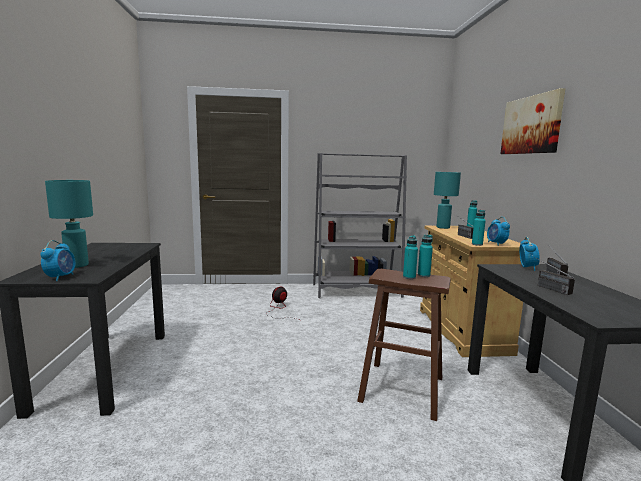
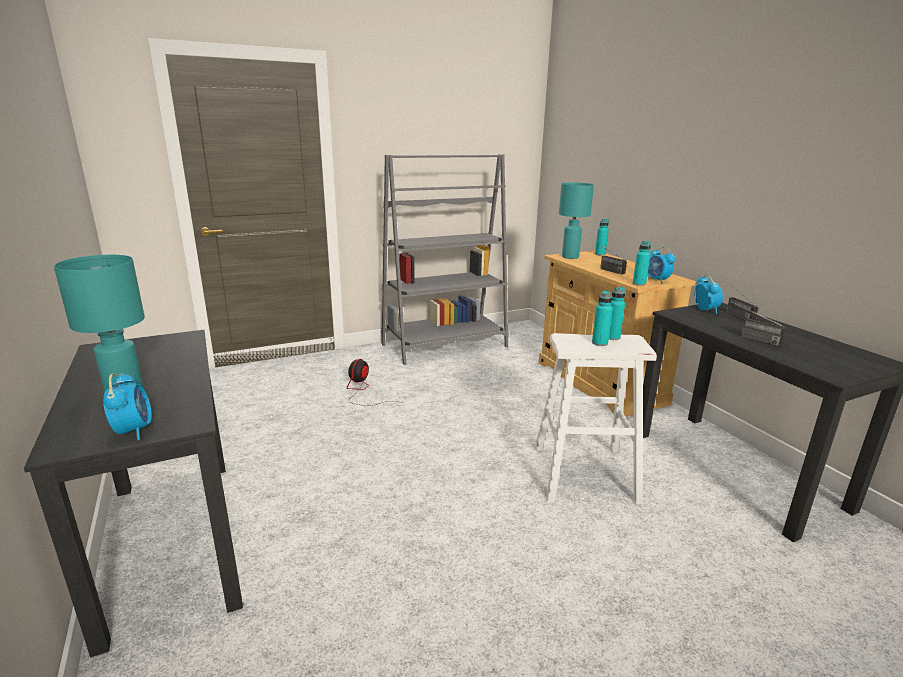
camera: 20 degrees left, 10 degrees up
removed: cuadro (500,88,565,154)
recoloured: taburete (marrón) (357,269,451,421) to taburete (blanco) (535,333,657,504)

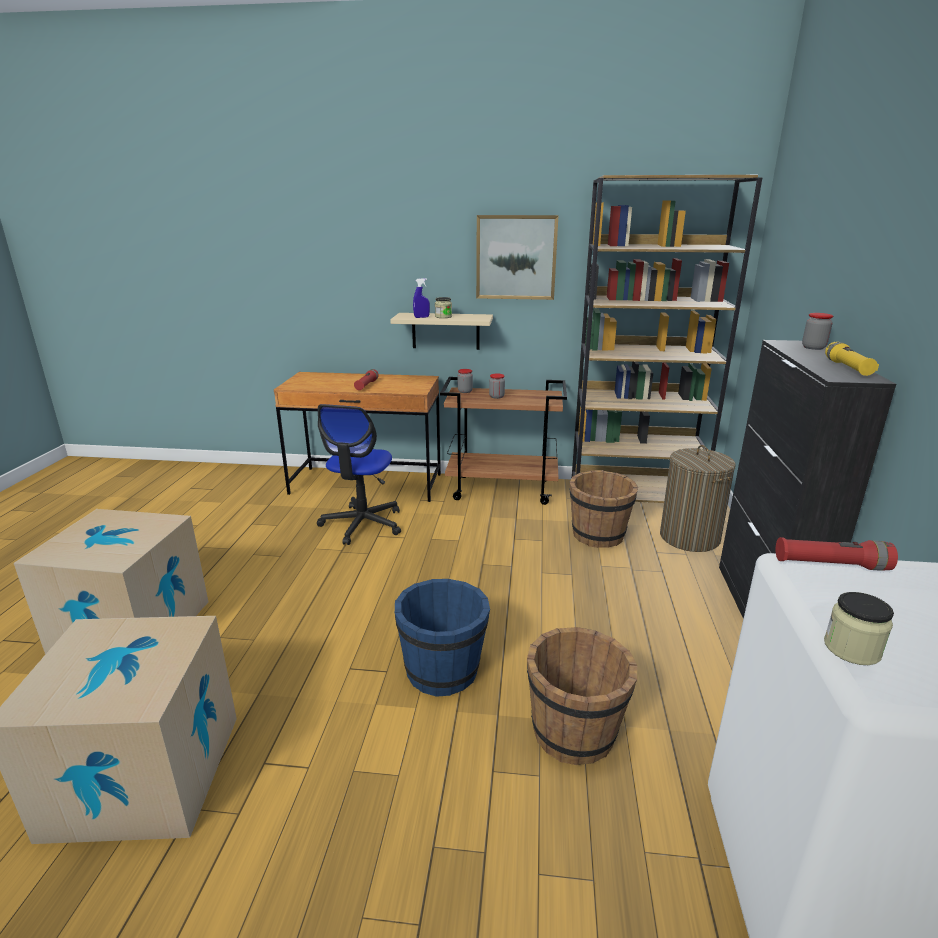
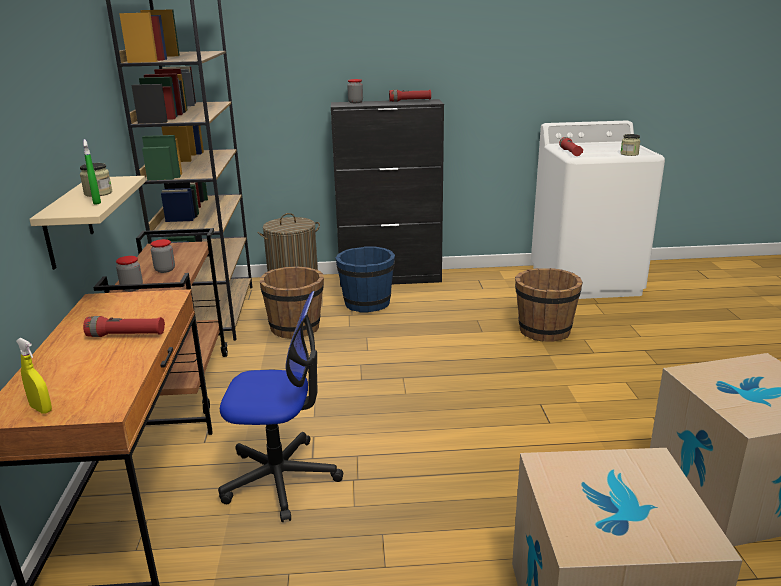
camera: 100 degrees left, 0 degrees up
removed: cuadro (476,215,558,300)
added: pulverizador (amarillo) (16,338,52,414)
moved: cubo (azul) (395,579,490,697) to (336,247,395,312)
recoloured: pulverizador (azul) (413,278,430,318) to pulverizador (verde) (83,139,101,205); linterna (amarillo) (825,342,879,376) to linterna (rojo) (389,90,431,102)

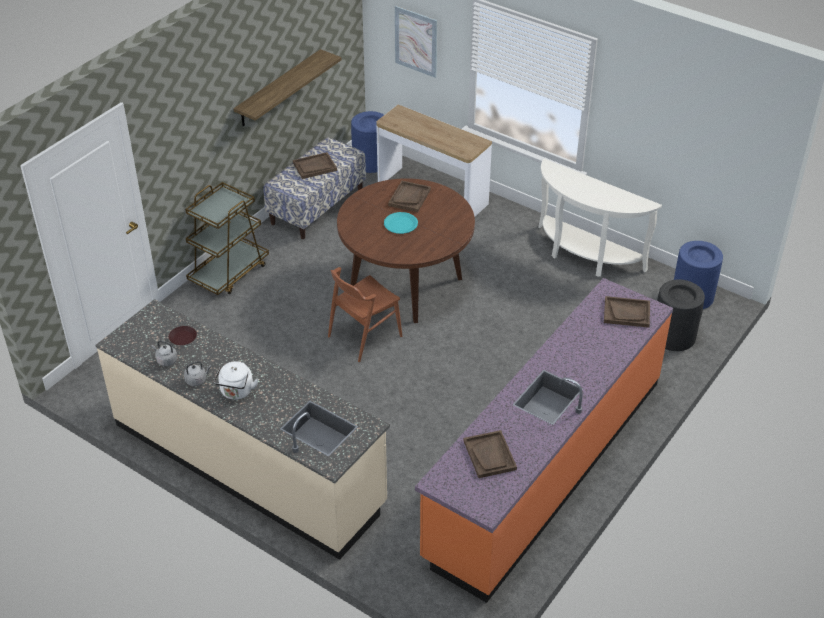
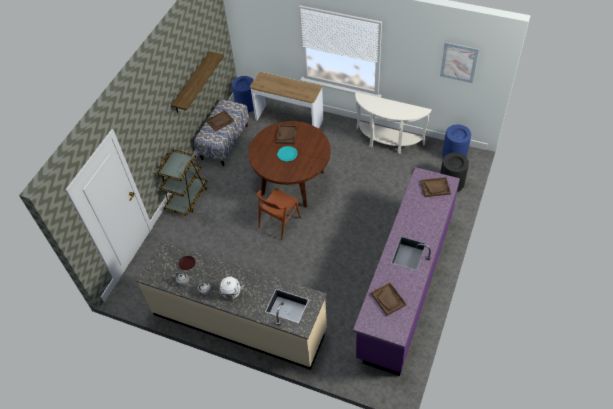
camera: 10 degrees left, 10 degrees up
moved: cuadro (395,6,438,78) to (440,42,479,83)
recoloured: mueble bajo de cocina (naranja) (415,278,673,603) to mueble bajo de cocina (morado) (353,167,460,376)

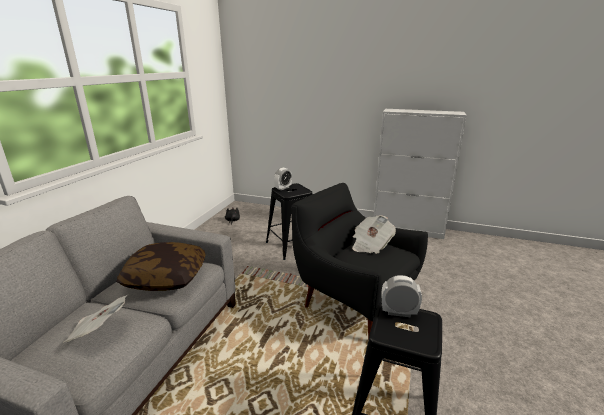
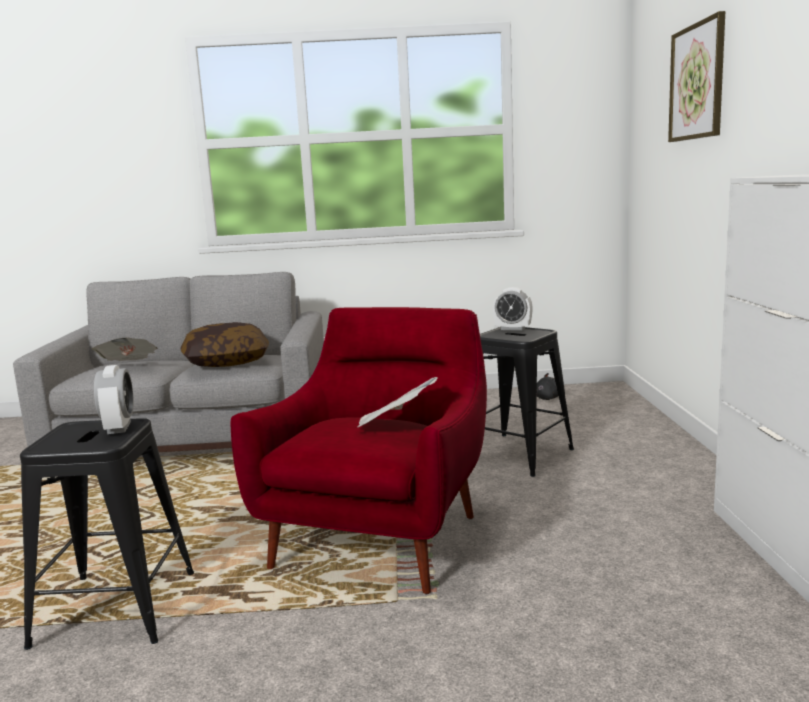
camera: 70 degrees right, 10 degrees down
added: cuadro (668,11,725,142)
recoloured: sillón (negro) (291,183,428,340) to sillón (rojo) (231,307,487,594)

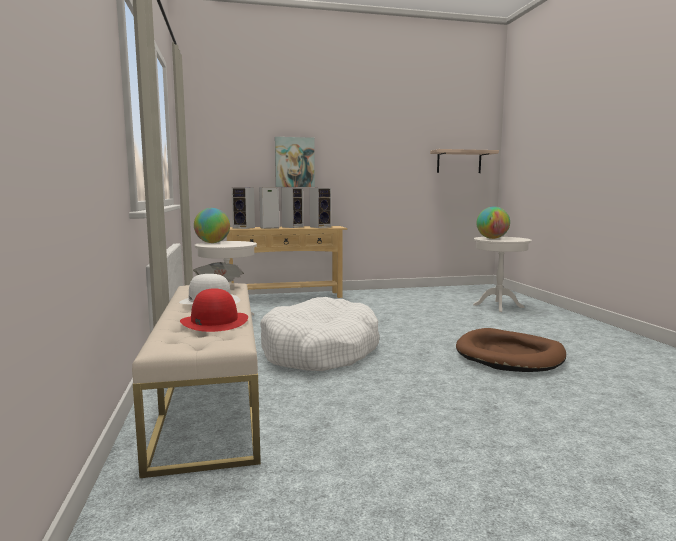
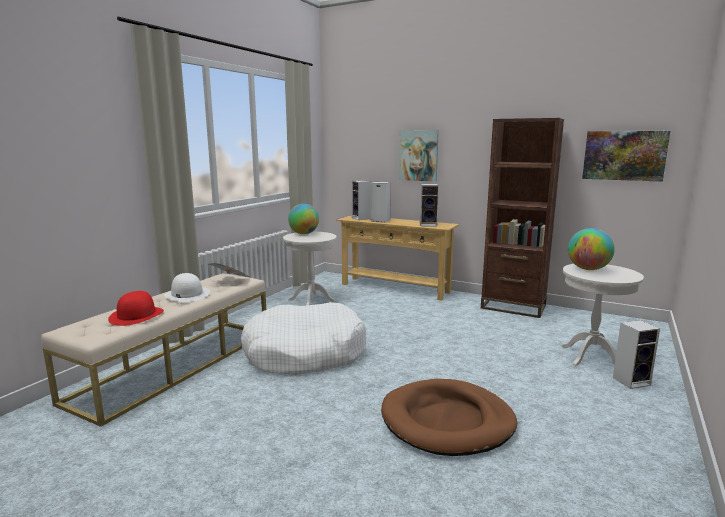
camera: 40 degrees right, 5 degrees up
added: estantería (marrón) (481,118,564,318)
moved: altavoz (281,188,303,228) to (613,320,660,389)
replaced: estante (430,149,499,173) to cuadro (582,131,670,182)

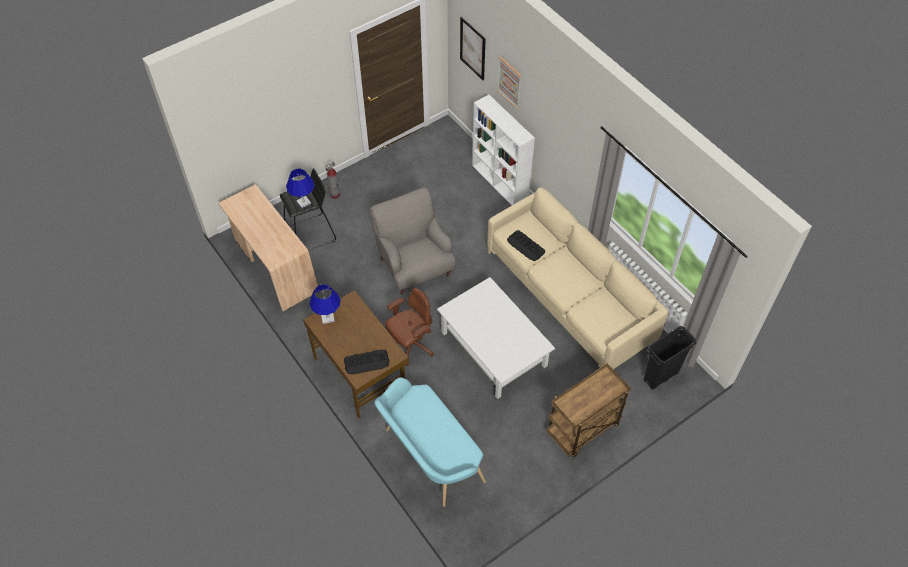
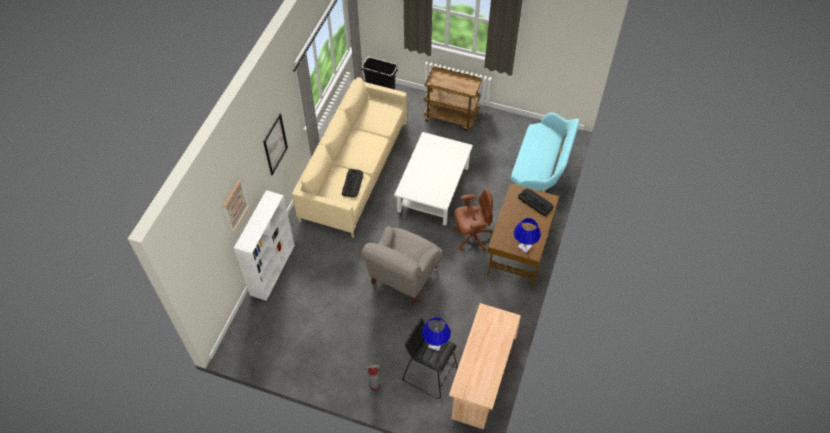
camera: 125 degrees left, 0 degrees up
moved: cuadro (460,17,486,80) to (263,113,288,175)
turned: silla de oficina (marrón) (385,288,434,366) = (452,189,493,251) 150 degrees clockwise

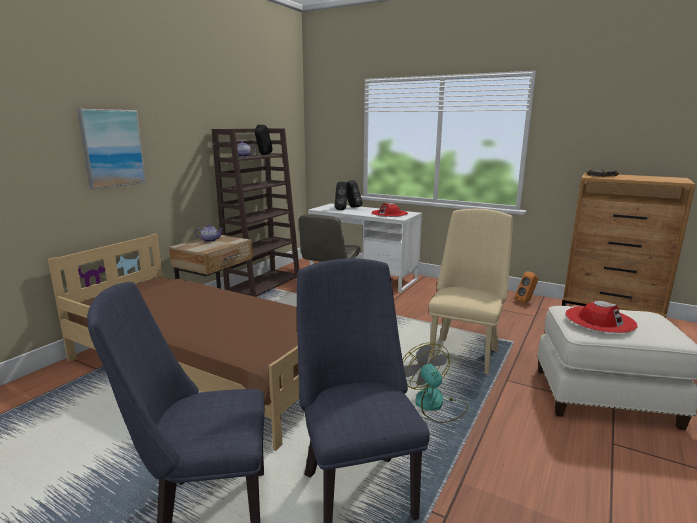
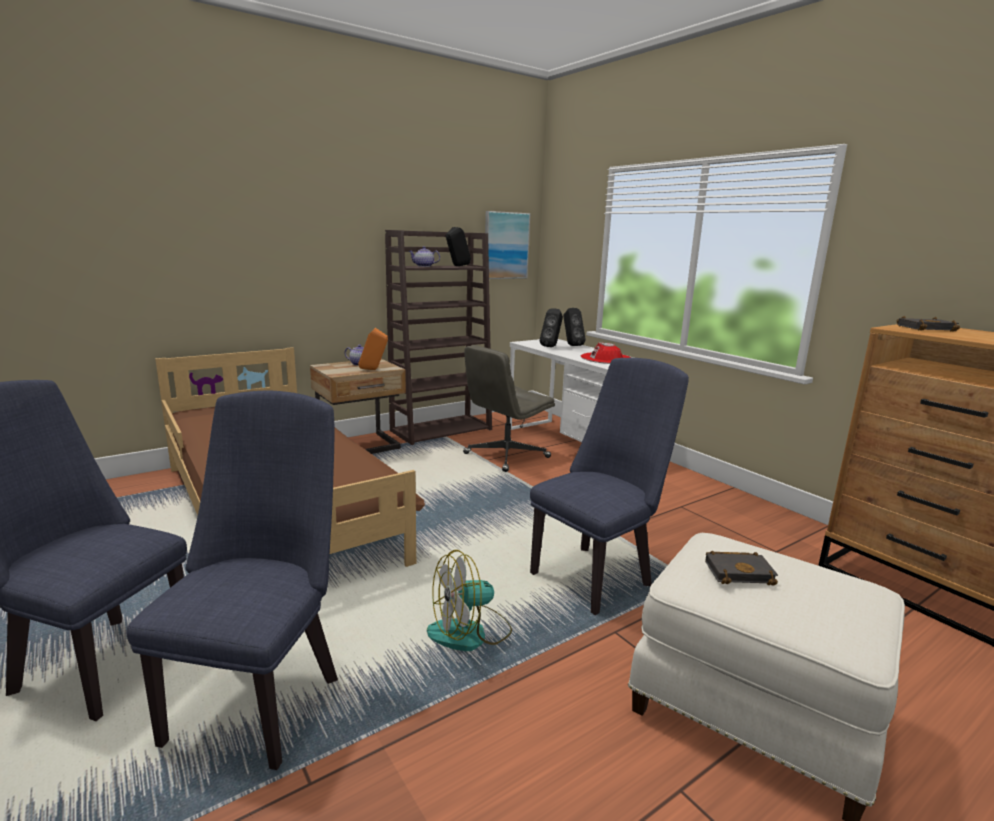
camera: 25 degrees right, 0 degrees up
moved: altavoz (naranja) (515,271,539,303) to (359,328,388,370); cuadro (77,109,146,189) to (485,211,530,279)
replaced: sombrero (rojo) (565,301,638,333) to libro (negro) (705,551,778,585)
recoloured: silla (beis) (429,209,513,374) to silla (azul) (530,358,689,615)
turned: ventilador (403,343,468,423) = (427,550,512,651) 120 degrees counterclockwise

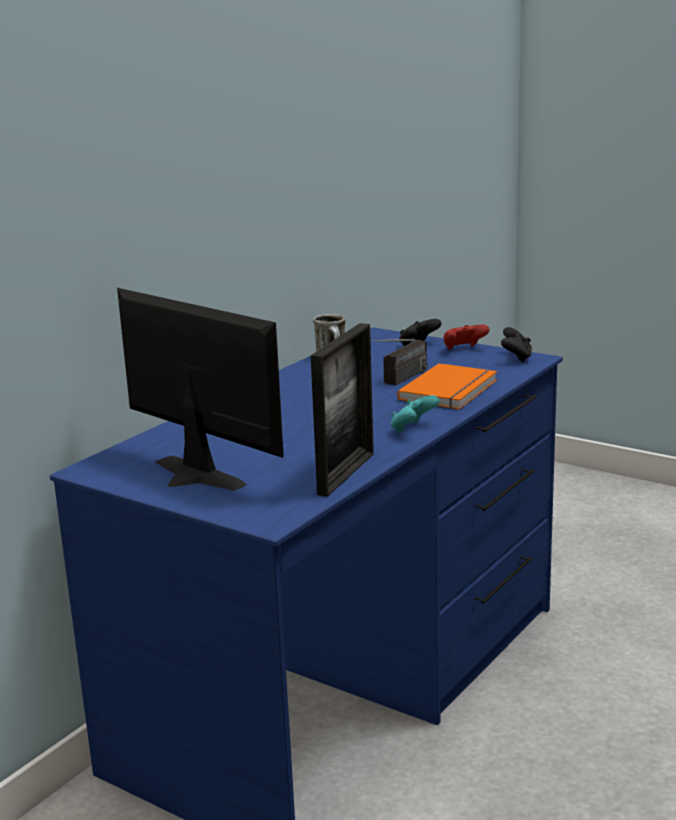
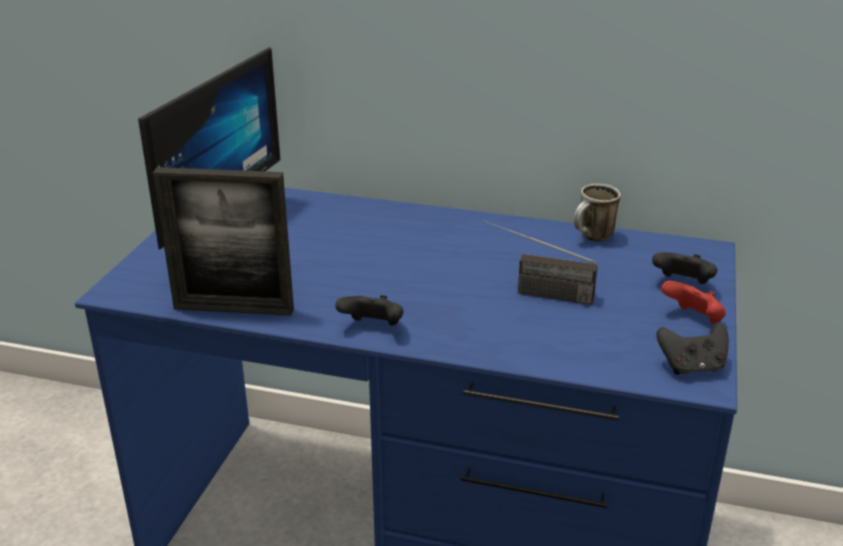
camera: 70 degrees right, 10 degrees up
removed: libro (naranja) (397,363,497,409)
recoloured: mando de consola (turquesa) (391,395,440,433) to mando de consola (negro) (335,295,404,326)

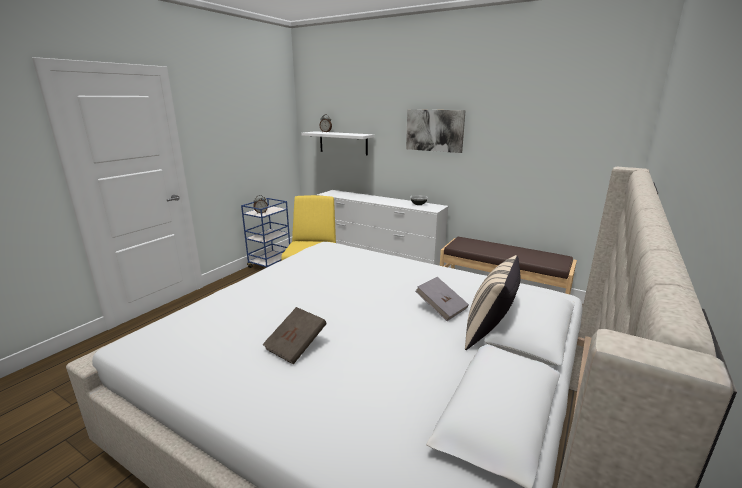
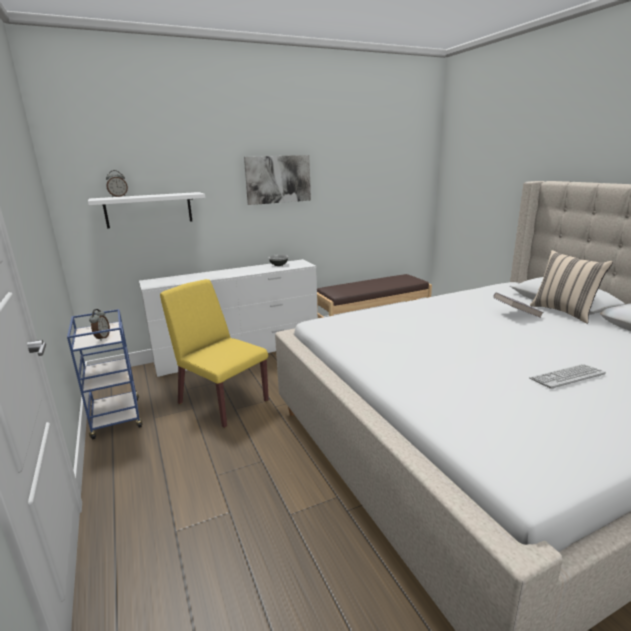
camera: 55 degrees left, 0 degrees up
replaced: libro (marrón) (262,307,327,365) to teclado (529,364,606,389)

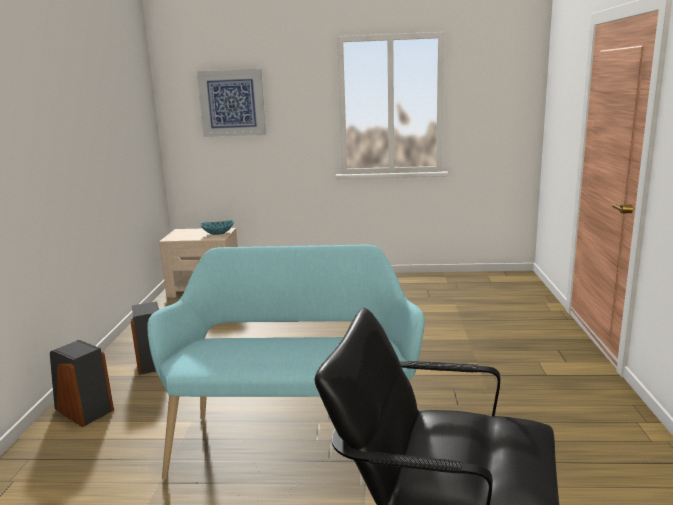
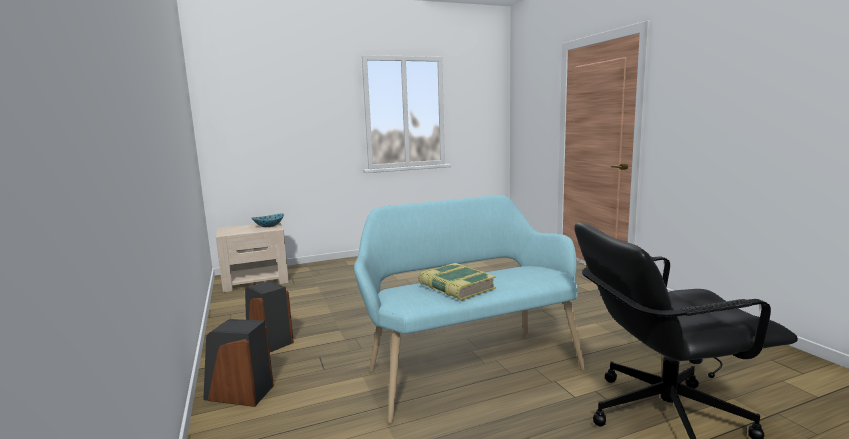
camera: 25 degrees left, 5 degrees down
removed: cuadro (197,69,266,137)
added: libro (419,263,496,301)

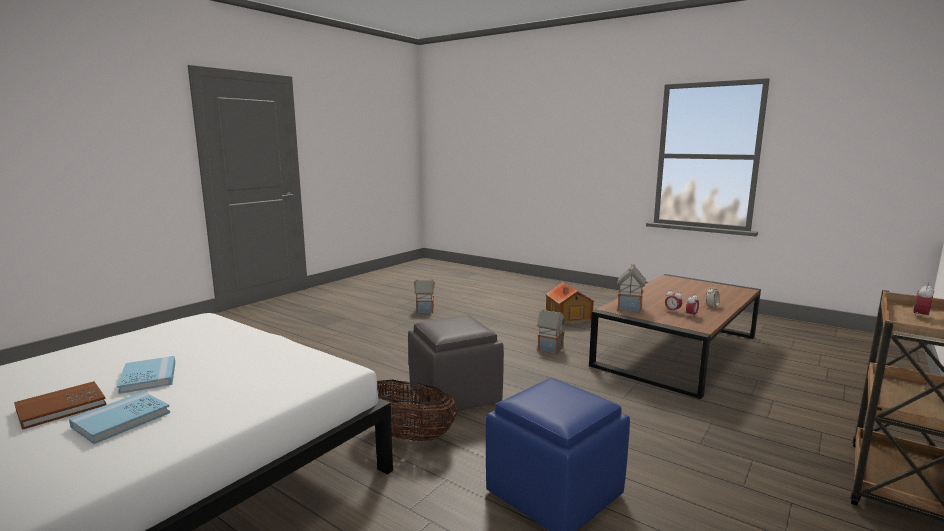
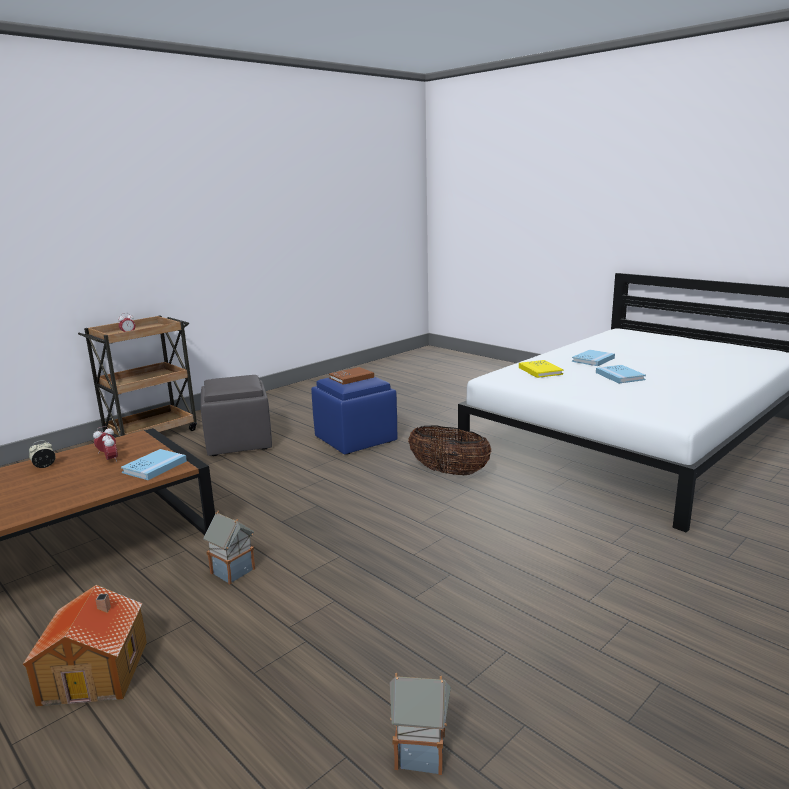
camera: 170 degrees left, 5 degrees up
added: libro (amarillo) (519,360,564,378)
moved: puf (gris) (408,315,504,411) to (201,375,272,456); libro (marrón) (14,381,107,430) to (329,367,374,385)
replaced: casita (617,264,646,313) to libro (azul) (121,449,187,480)

